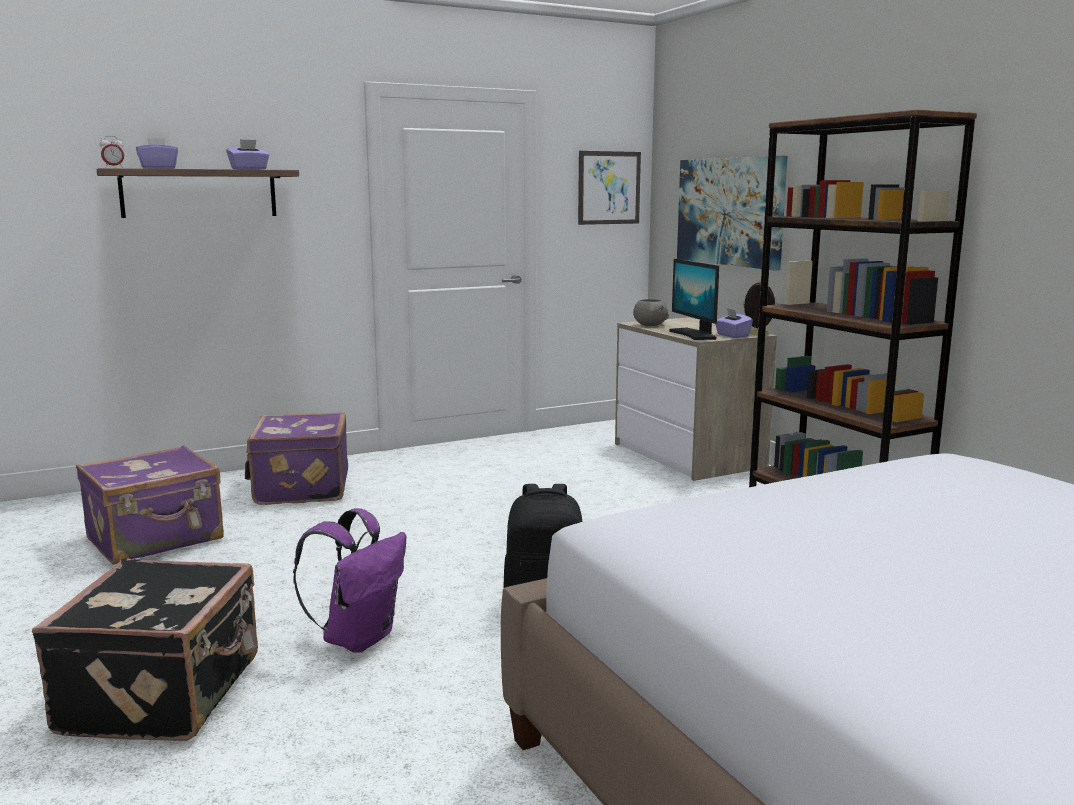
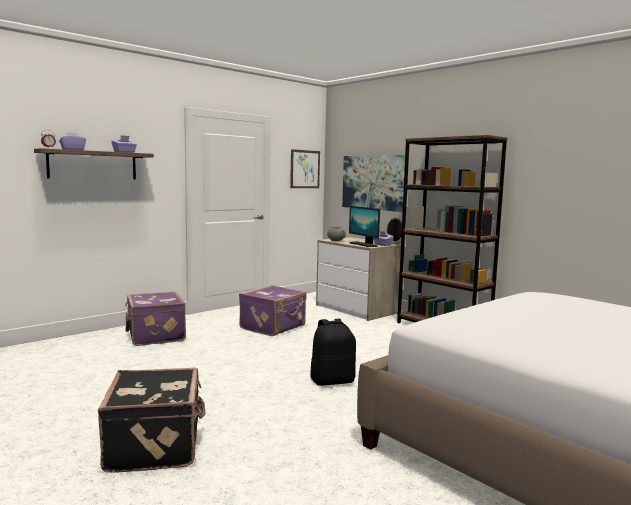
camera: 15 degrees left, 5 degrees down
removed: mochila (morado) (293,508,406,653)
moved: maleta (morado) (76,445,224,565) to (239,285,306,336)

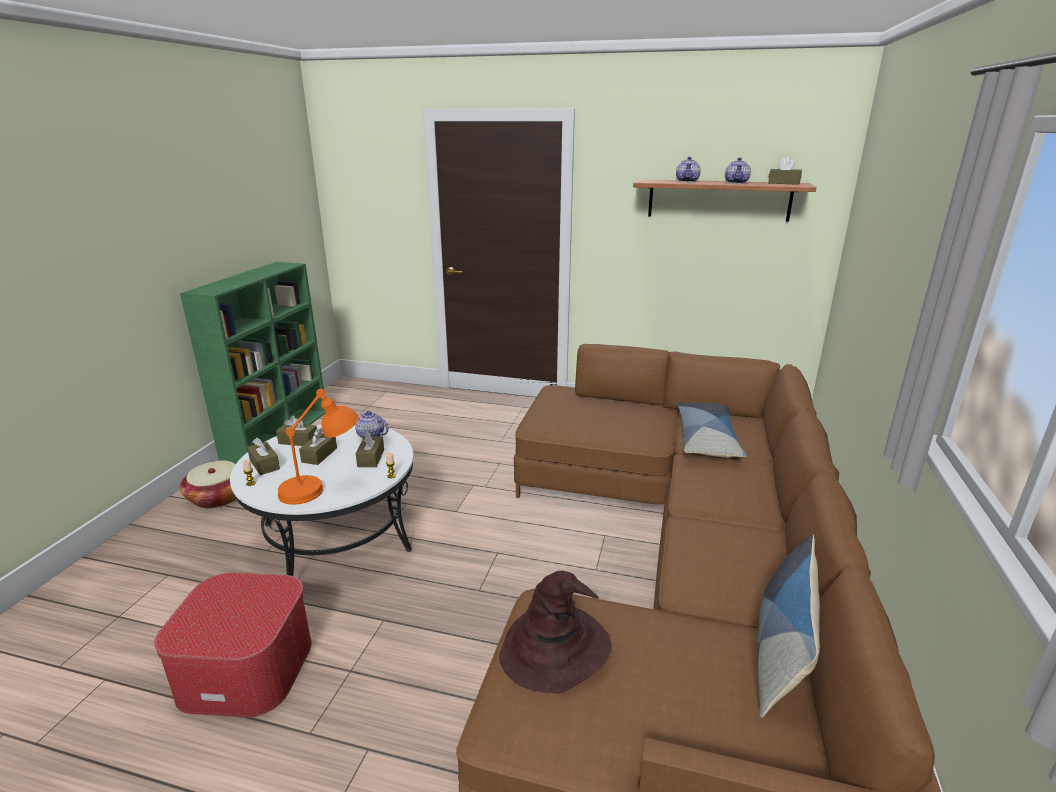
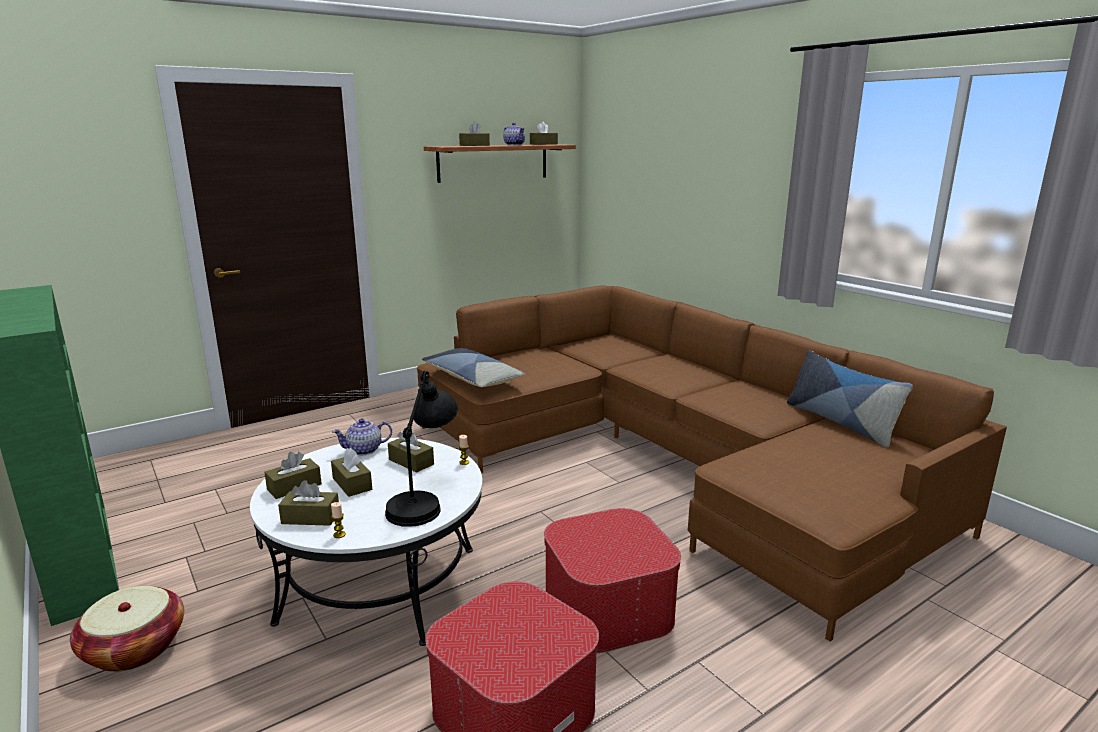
camera: 50 degrees left, 5 degrees down
removed: sombrero (marrón) (499,571,611,693)
added: puf (544,508,681,653)
moved: cojín (678,402,747,458) to (422,348,525,387)
replaced: tetera (676,157,701,182) to caja de pañuelos (marrón) (459,121,490,146)
recoloured: lámpara de mesa (naranja) (278,389,359,505) to lámpara de mesa (negro) (385,371,458,527)

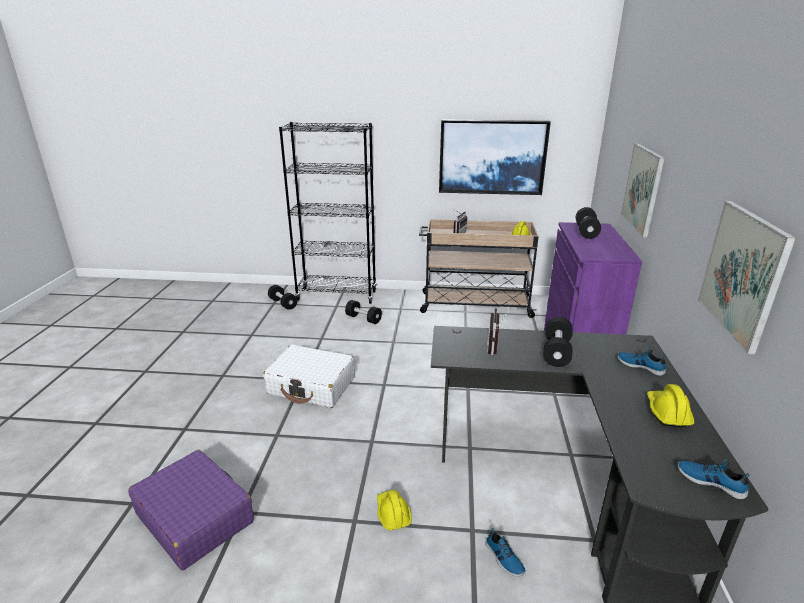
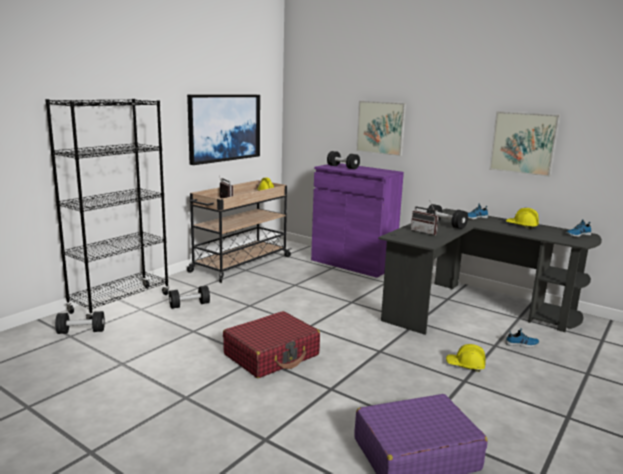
camera: 60 degrees left, 10 degrees down
recoloured: maleta (blanco) (263,345,355,408) to maleta (rojo) (223,311,320,378)

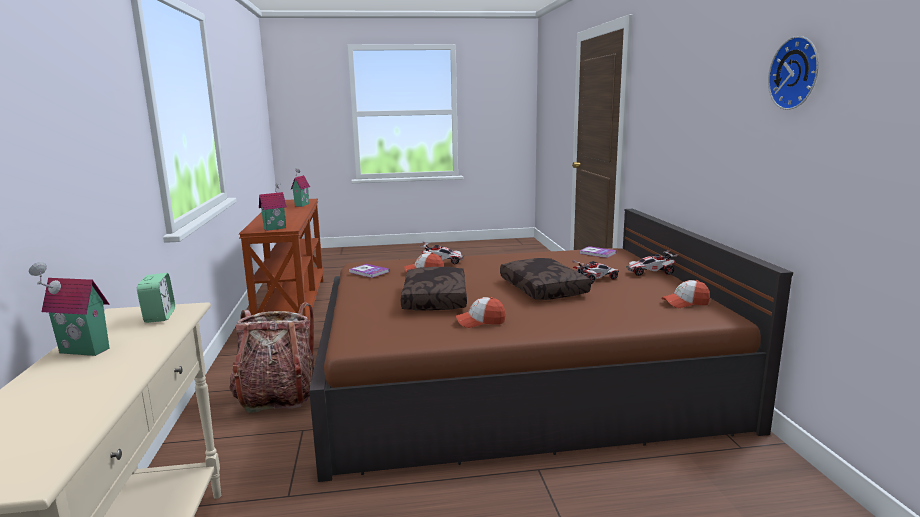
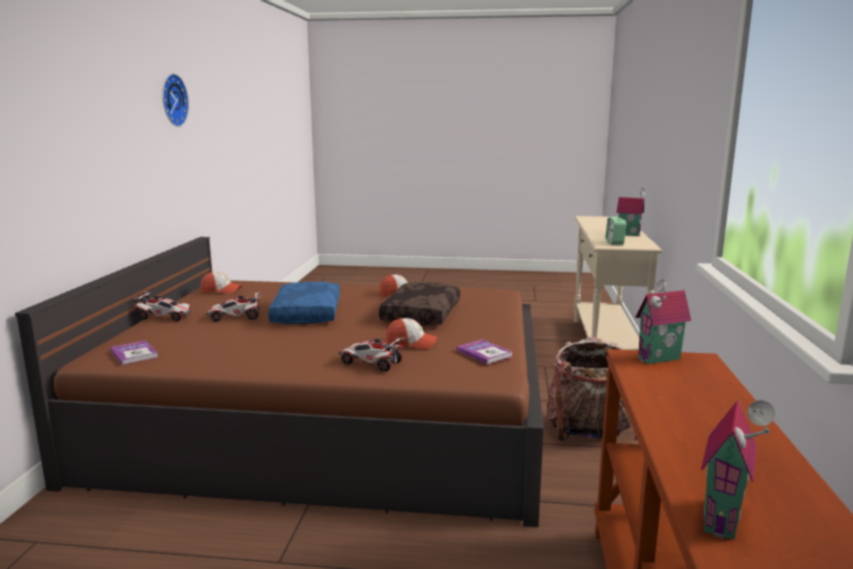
camera: 165 degrees left, 0 degrees up
recoloured: cojín (marrón) (500,258,591,300) to cojín (azul) (268,282,340,324)

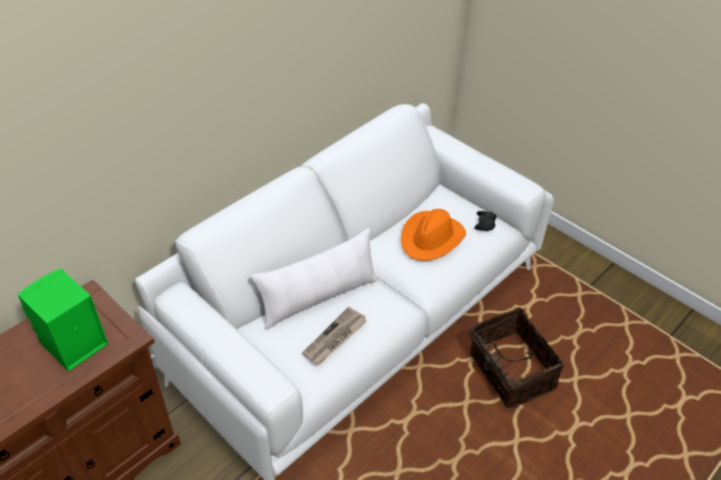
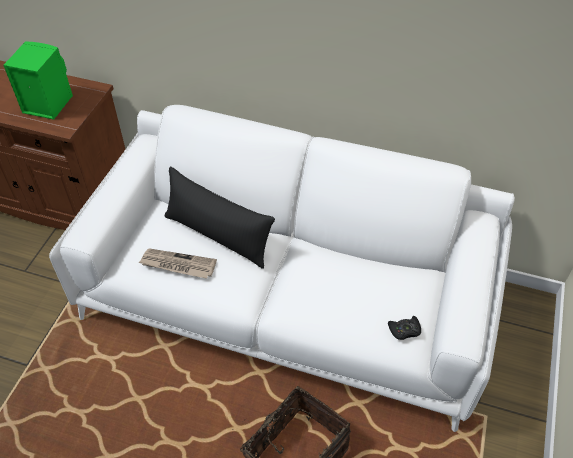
camera: 65 degrees right, 5 degrees up
removed: sombrero (naranja) (401,209,466,261)
recoloured: cojín (blanco) (252,228,378,329) to cojín (negro) (165,167,275,269)

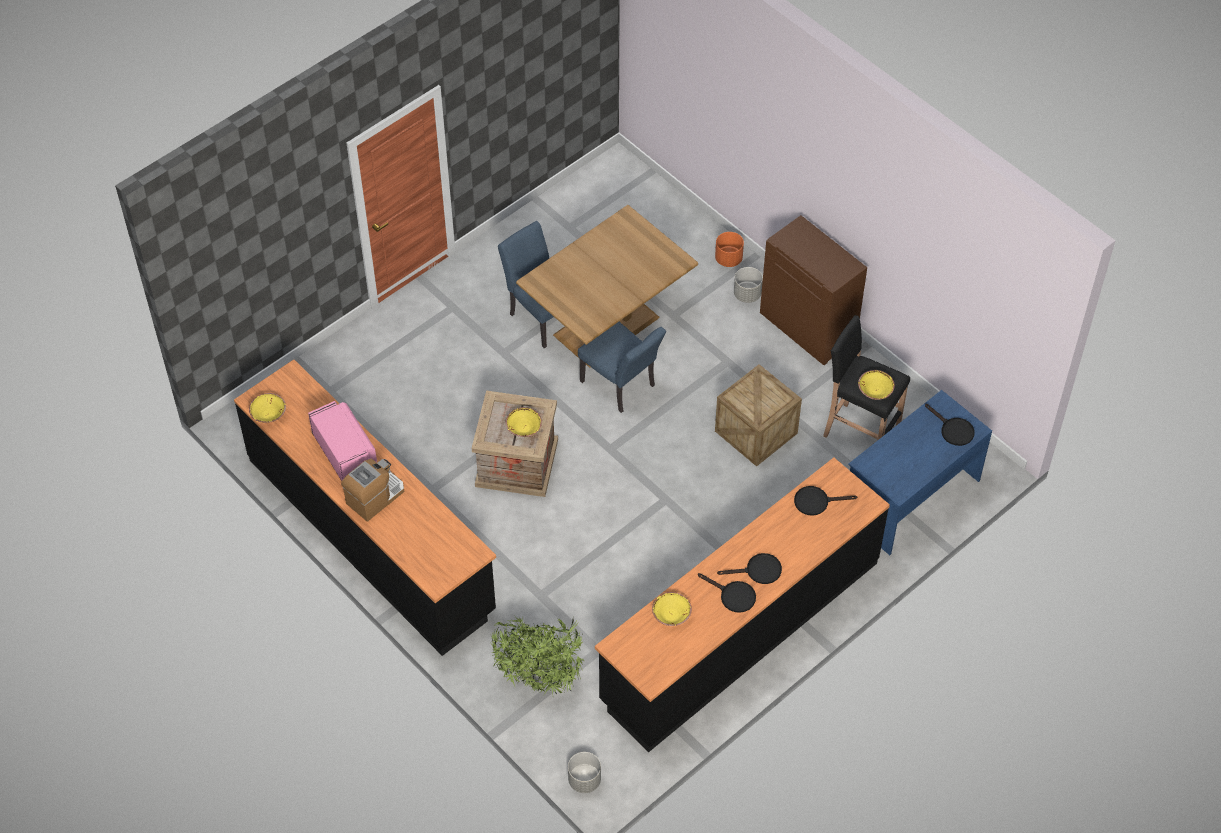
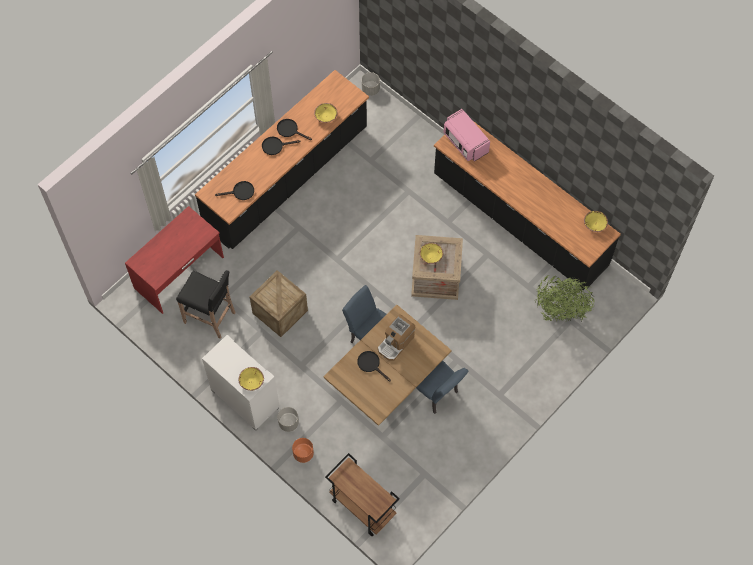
camera: 175 degrees right, 10 degrees up
added: carrito (marrón) (325,453,400,537)
moved: cuenco (amarillo) (858,370,895,400) to (239,367,264,391); sartén (negro) (925,404,975,446) to (357,351,391,382); cafetera (341,459,404,522) to (378,314,415,361); microondas (rosa) (308,401,377,481) to (443,109,490,162); planta en maceta (491,617,585,694) to (535,275,595,322)
recoloured: escritorio (azul) (848,390,992,555) to escritorio (rojo) (125,206,224,314); armario (marrón) (760,215,867,365) to armario (blanco) (202,335,280,430)

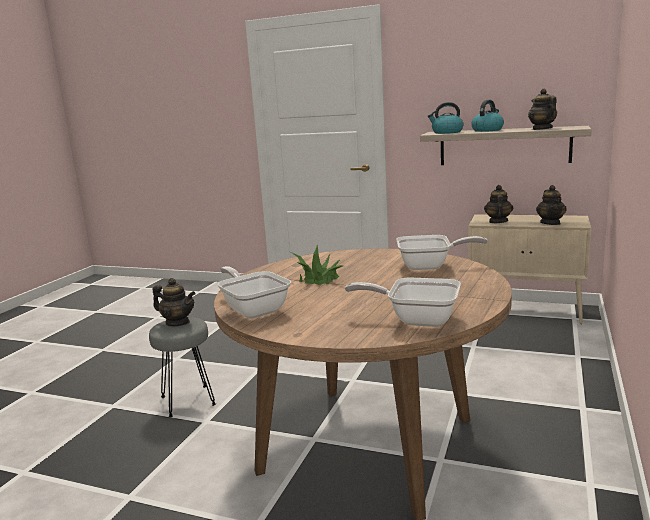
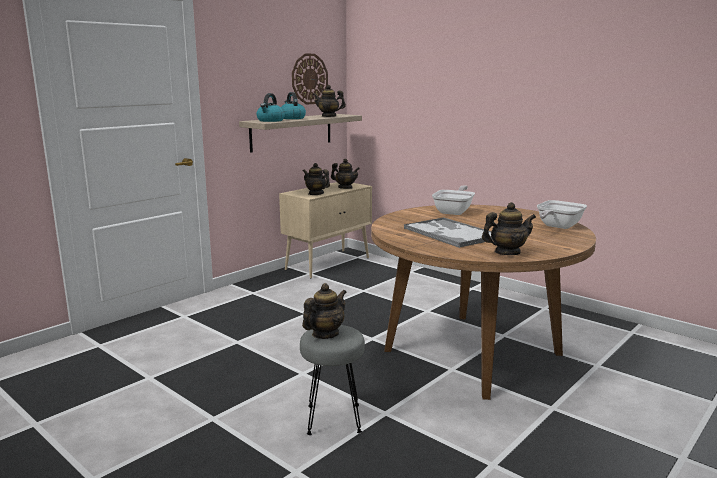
camera: 70 degrees left, 0 degrees up
added: reloj de pared (292,53,328,105)
replaced: planta en maceta (290,245,343,285) to bandeja (404,217,493,248); sartén (217,266,291,319) to tetera (482,202,536,255)

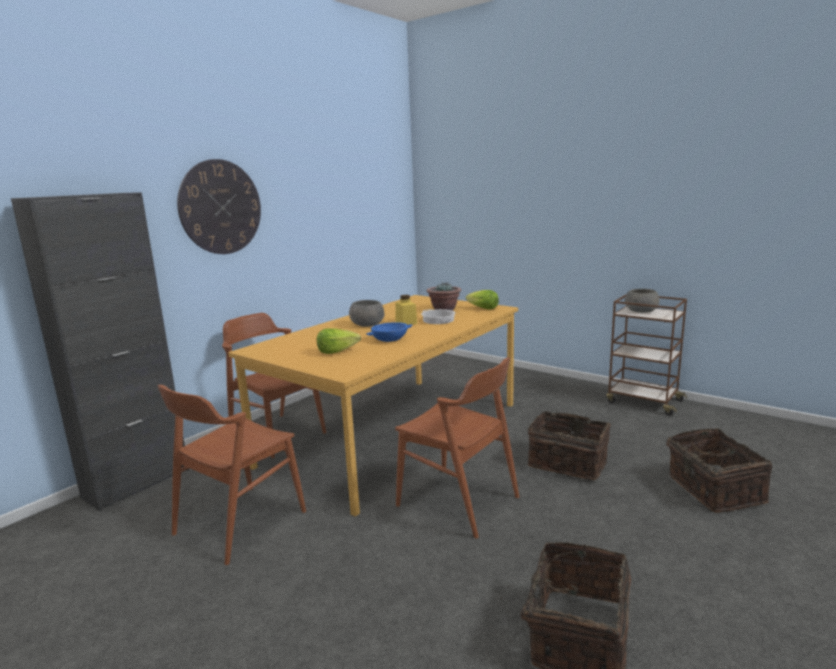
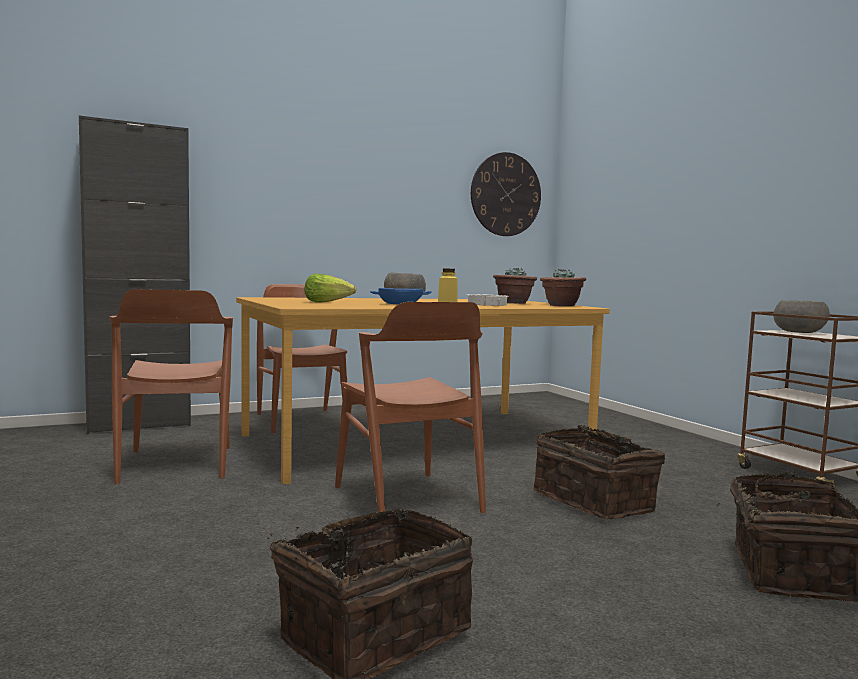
camera: 25 degrees right, 10 degrees down
moved: reloj de pared (177,159,261,254) to (471,152,541,236)
replaced: lechuga (466,290,499,310) to planta en maceta (540,269,586,306)
turned: silla (marrón) (157,385,306,565) = (110,289,233,484) 75 degrees counterclockwise

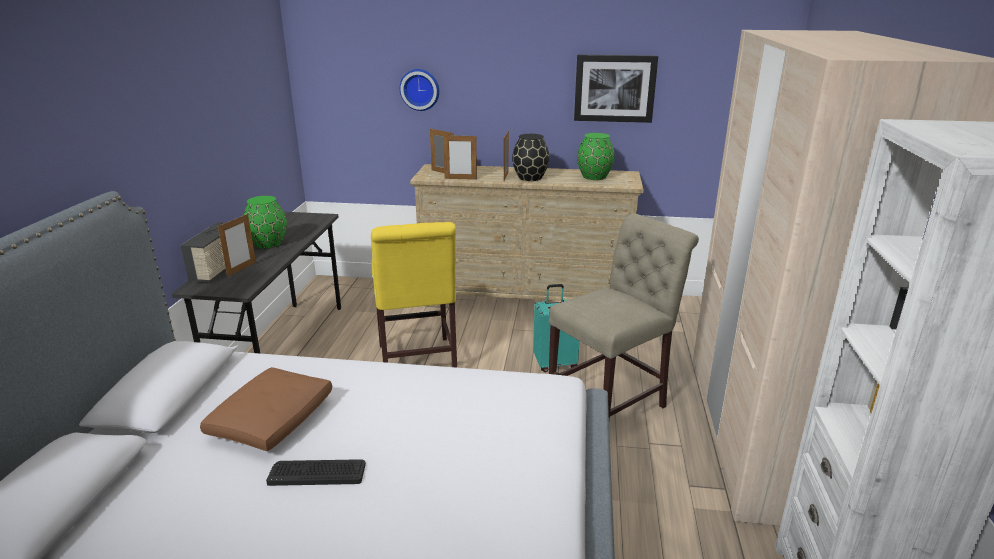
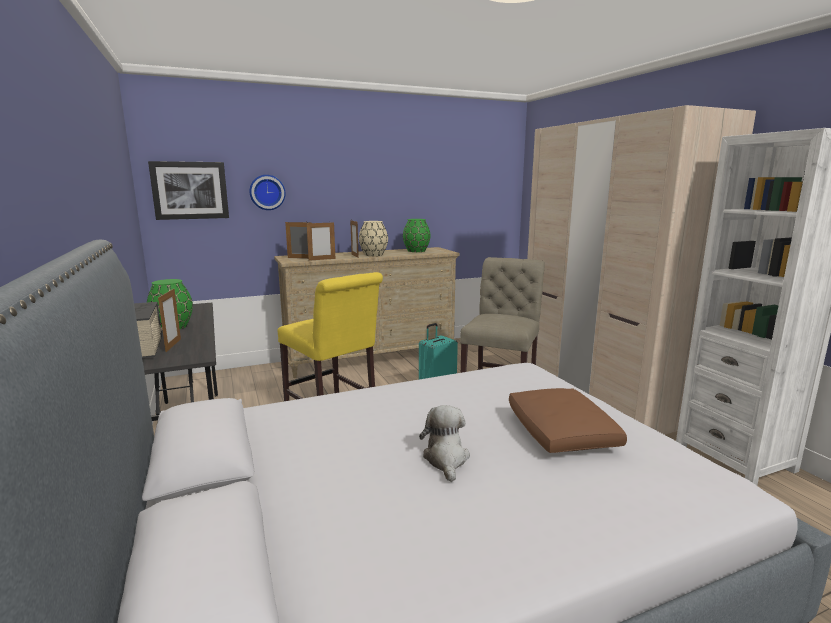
camera: 30 degrees left, 10 degrees down
moved: cuadro (574,55,658,123) to (148,161,229,220); cojín (marrón) (200,367,332,451) to (509,388,627,453)
replaced: teclado (266,459,366,486) to peluche (419,405,470,482)
recoloured: florero (negro) (512,134,550,181) to florero (beis) (359,221,388,256)

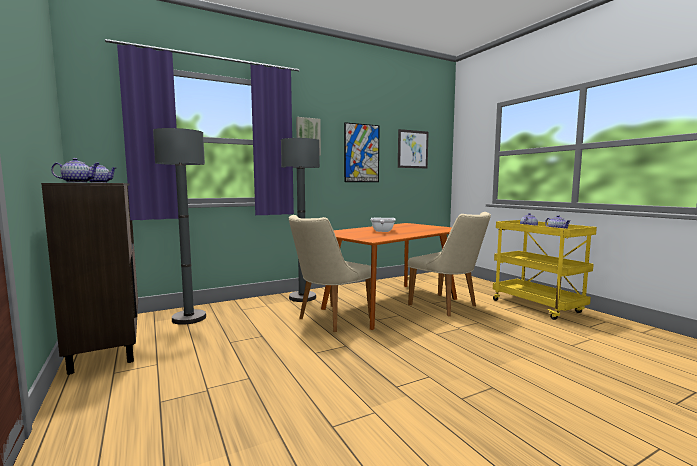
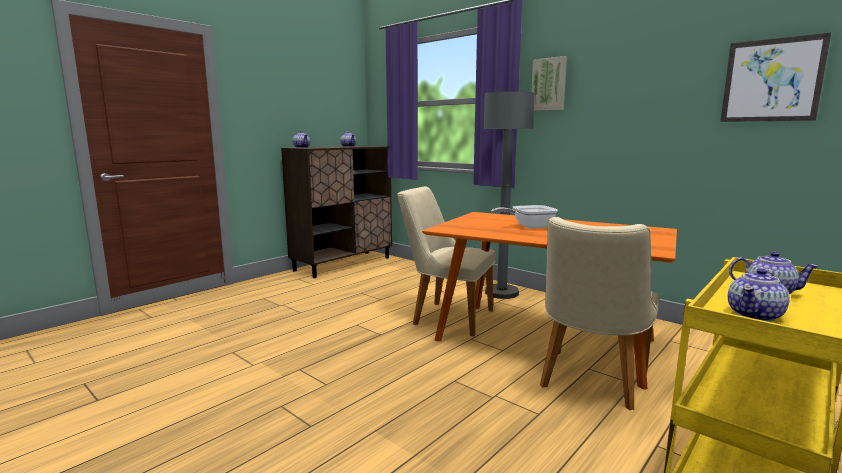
camera: 70 degrees right, 5 degrees up
removed: lámpara de pie (gris) (153,128,206,325); cuadro (344,122,379,182)

